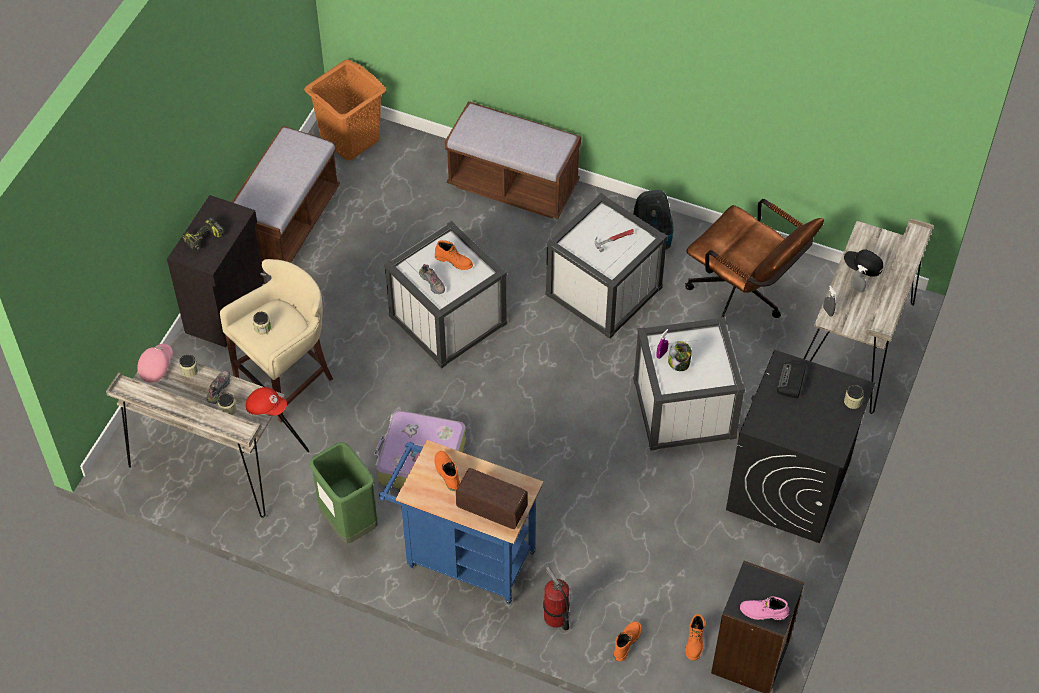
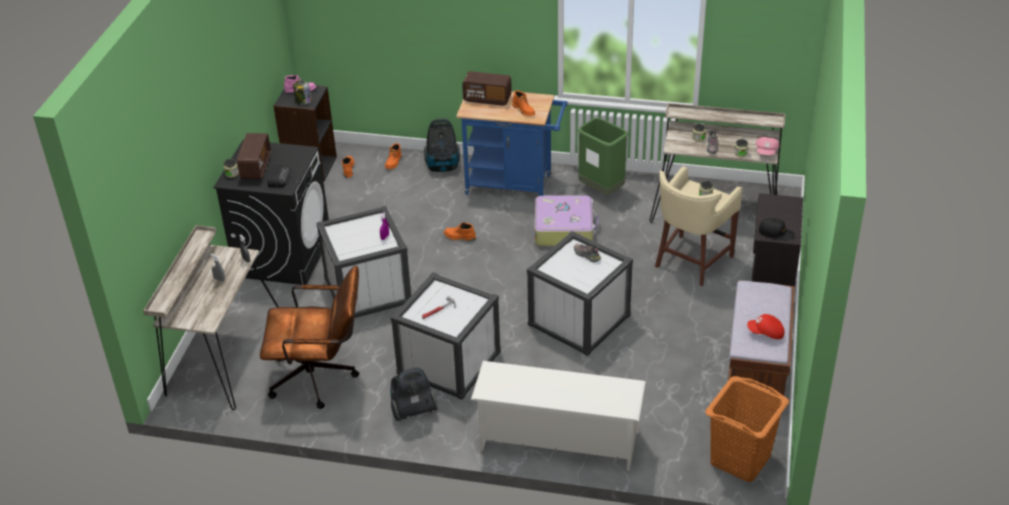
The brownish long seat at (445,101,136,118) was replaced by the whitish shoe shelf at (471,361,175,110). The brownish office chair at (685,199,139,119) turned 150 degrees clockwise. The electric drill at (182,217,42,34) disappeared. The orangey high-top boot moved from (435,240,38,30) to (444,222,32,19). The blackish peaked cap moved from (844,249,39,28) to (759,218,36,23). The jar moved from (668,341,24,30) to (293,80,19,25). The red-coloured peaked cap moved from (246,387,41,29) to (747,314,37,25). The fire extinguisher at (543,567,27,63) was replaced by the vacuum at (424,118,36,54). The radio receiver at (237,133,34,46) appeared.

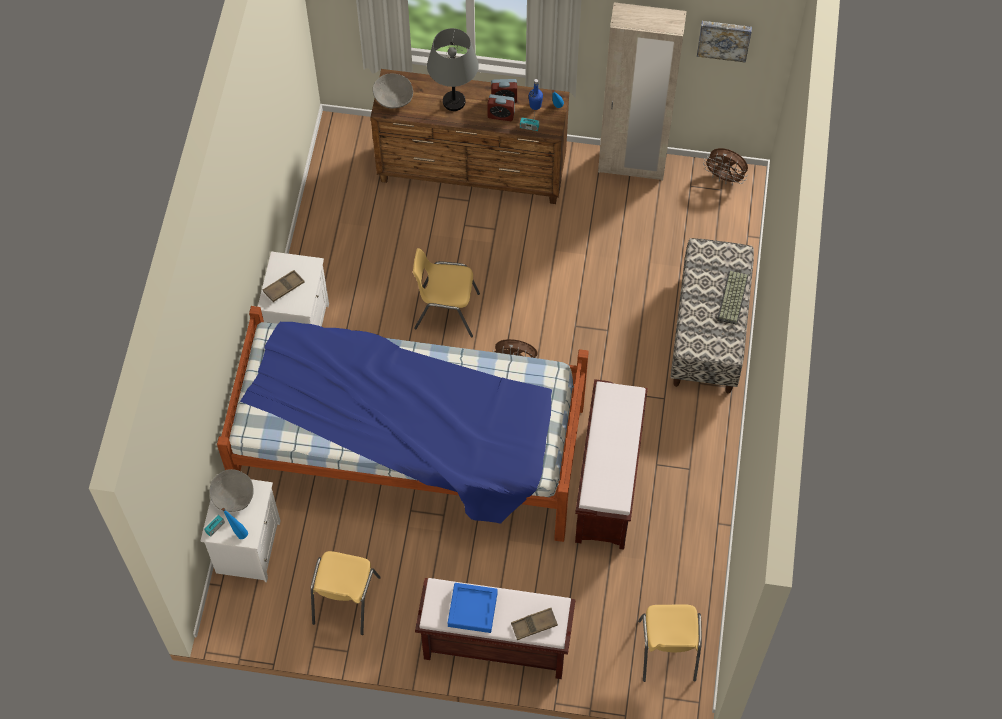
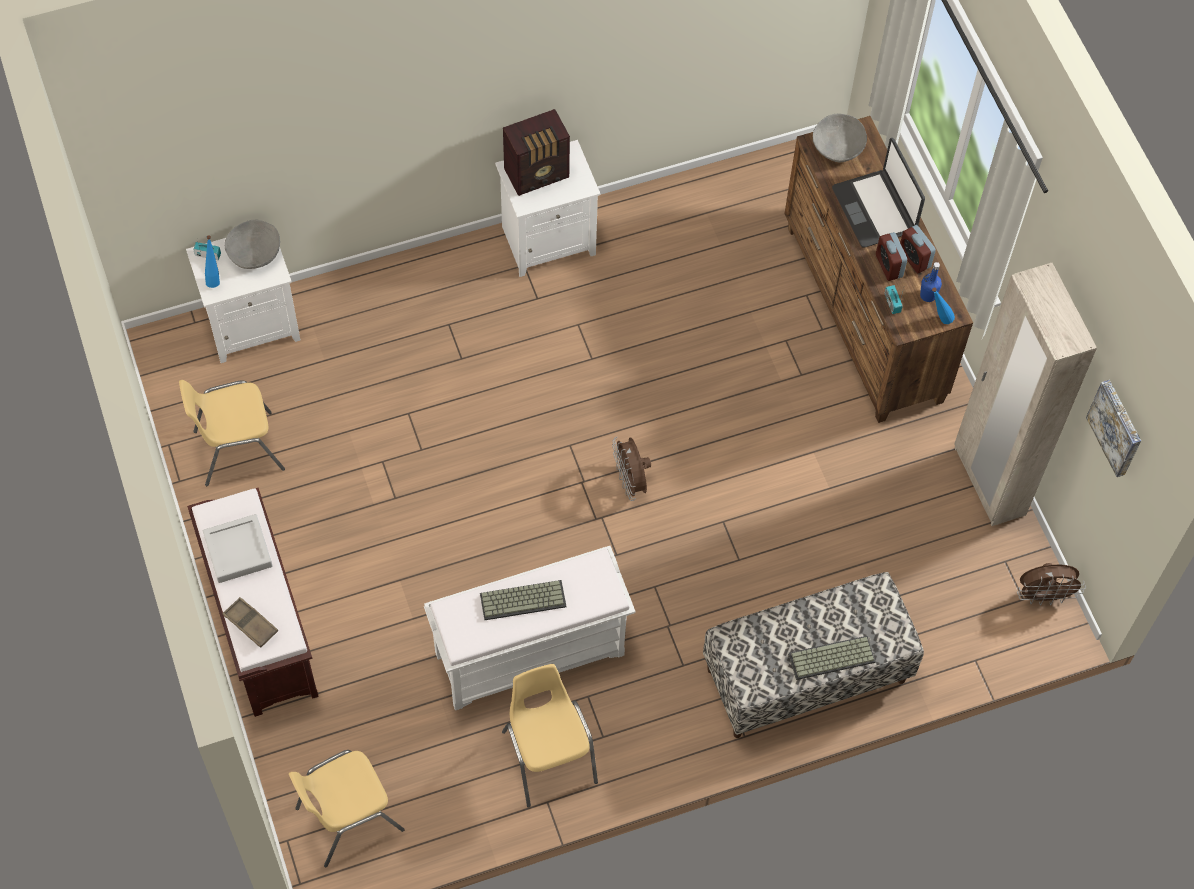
The grey table lamp at (427,28,52,83) was replaced by the notebook computer at (832,138,93,110). The brownish cooling fan at (703,148,45,38) turned 90 degrees counterclockwise. The yellow upright chair moved from (413,248,67,89) to (502,664,96,144). The brownish serving tray at (263,270,42,32) was replaced by the radio receiver at (503,109,67,87). The bedroom bed at (217,306,372,236) disappeared. The brownish long seat at (575,379,73,171) became the whitish long seat at (424,546,212,164). The bluish serving tray at (448,583,50,50) became the grey serving tray at (203,514,70,69). The PC keyboard at (480,580,87,40) appeared.

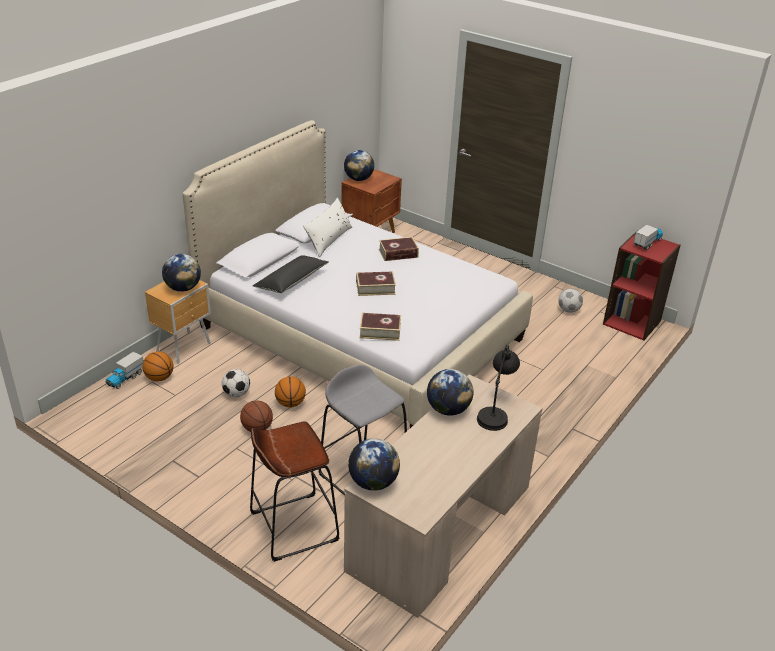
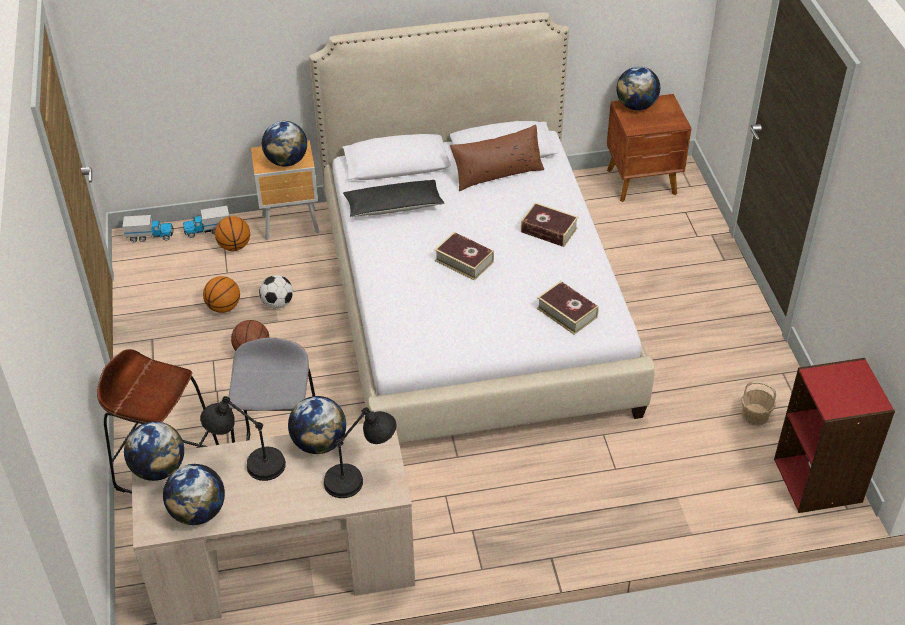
The whitish throw pillow at (303,197,50,60) became the brownish throw pillow at (450,125,94,66). The toy lorry moved from (634,225,29,25) to (123,215,51,27). The ball for football at (558,289,25,24) was replaced by the basket at (742,381,34,45). The book moved from (359,313,42,28) to (537,281,62,54). The ball for basketball moved from (275,376,31,31) to (203,276,37,37). The blackish table lamp at (200,396,86,85) appeared. The world globe at (163,464,62,61) appeared.

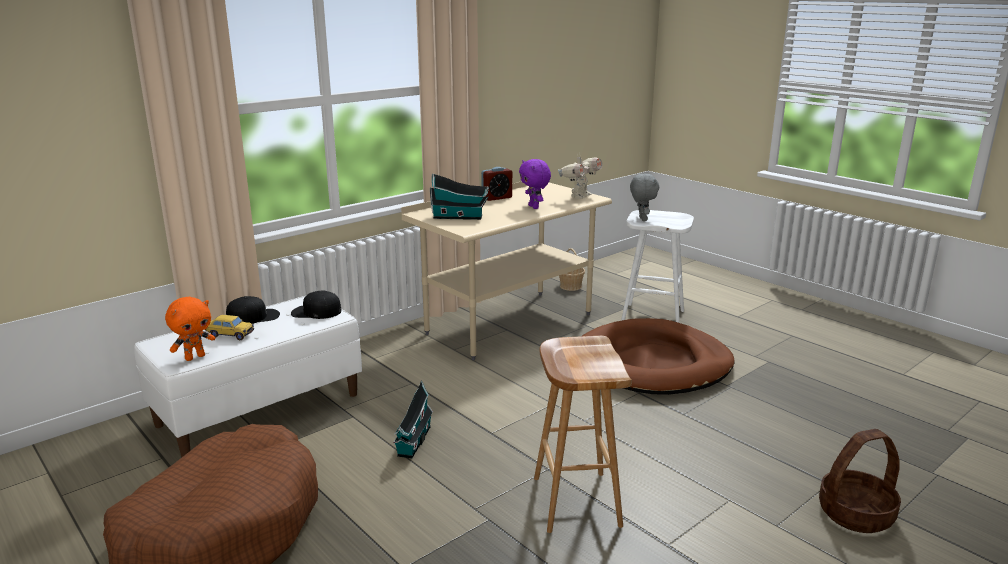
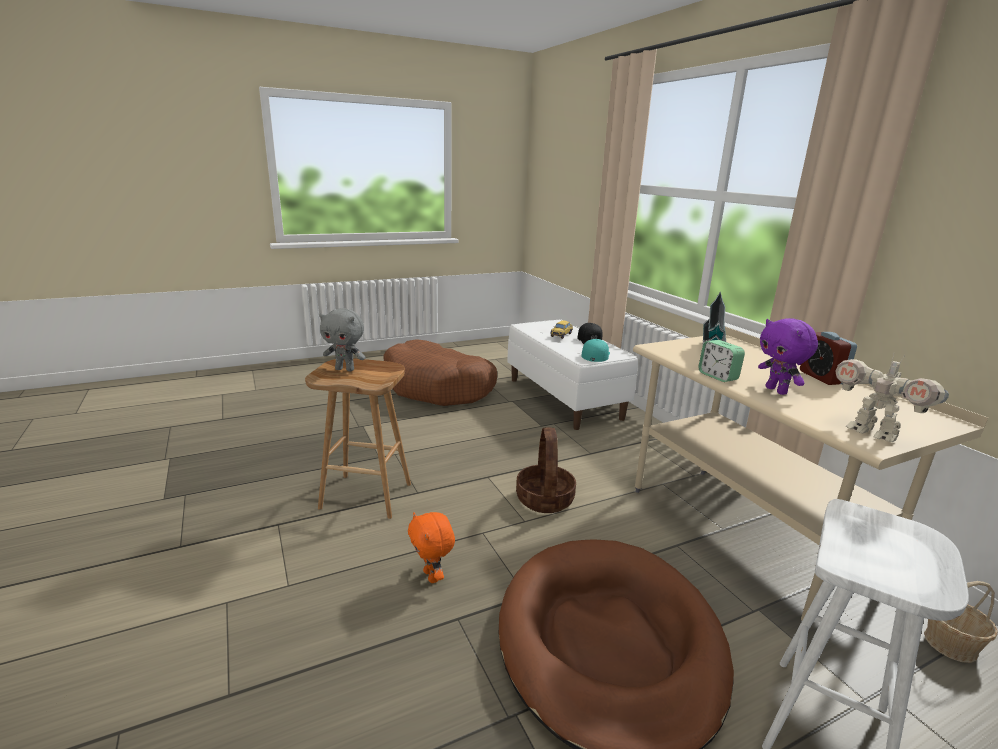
The purple-coloured cuddly toy at (519,159,32,50) turned 105 degrees counterclockwise. The grey cuddly toy moved from (630,173,29,48) to (319,308,47,63). The blackish peaked cap at (291,291,50,28) became the blue-green peaked cap at (581,339,29,23). The orangey cuddly toy moved from (165,297,50,64) to (408,512,47,71). The toy house at (393,380,40,78) disappeared. The basket moved from (819,429,82,104) to (516,427,60,86). The bedside clock at (698,340,47,42) appeared.

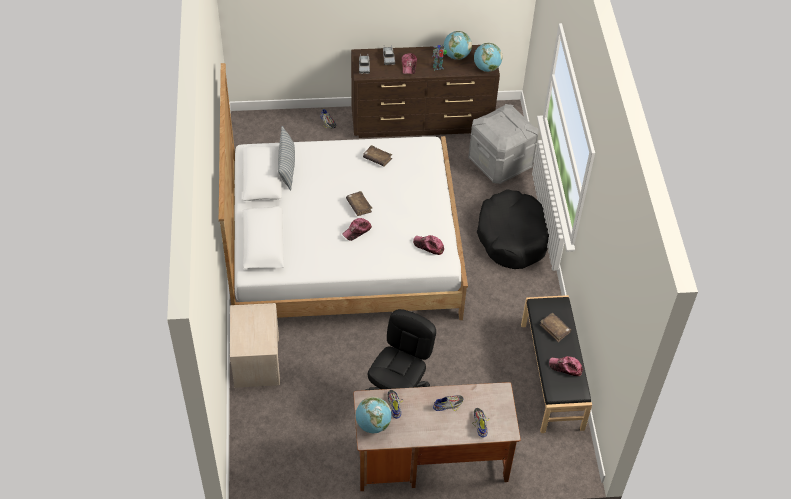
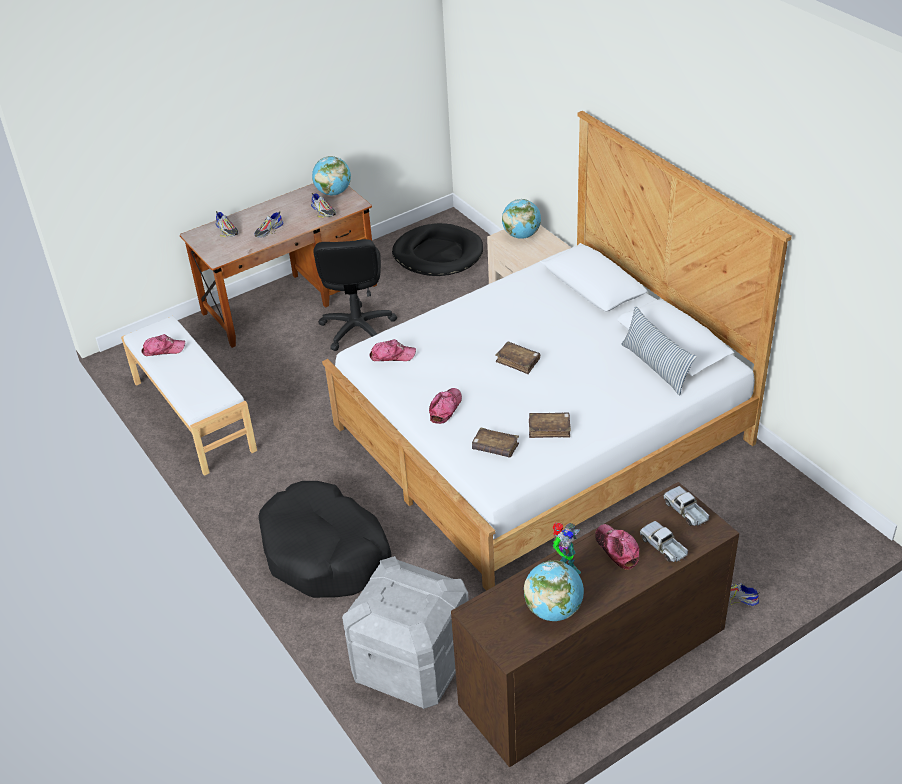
The world globe moved from (474,43,29,29) to (502,199,39,40). The peaked cap moved from (342,218,30,23) to (429,388,33,36). The blackish long seat at (521,295,71,138) became the whitish long seat at (121,316,136,160). The brownish book moved from (540,313,31,29) to (472,428,47,30). The blackish dog bed at (392,223,91,53) appeared.

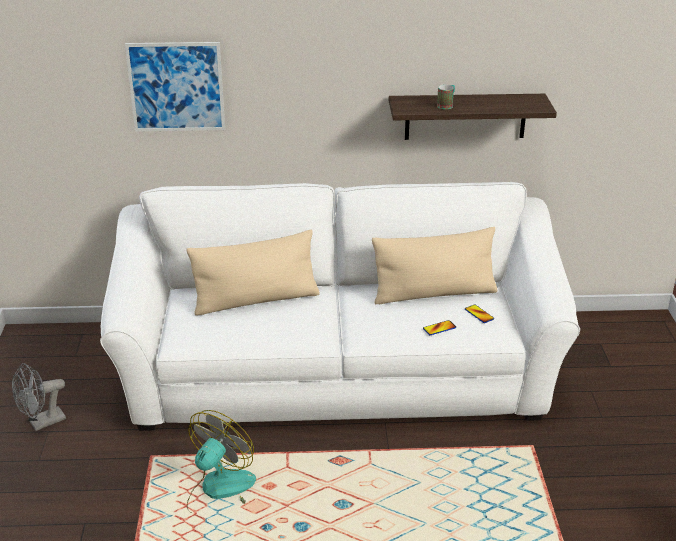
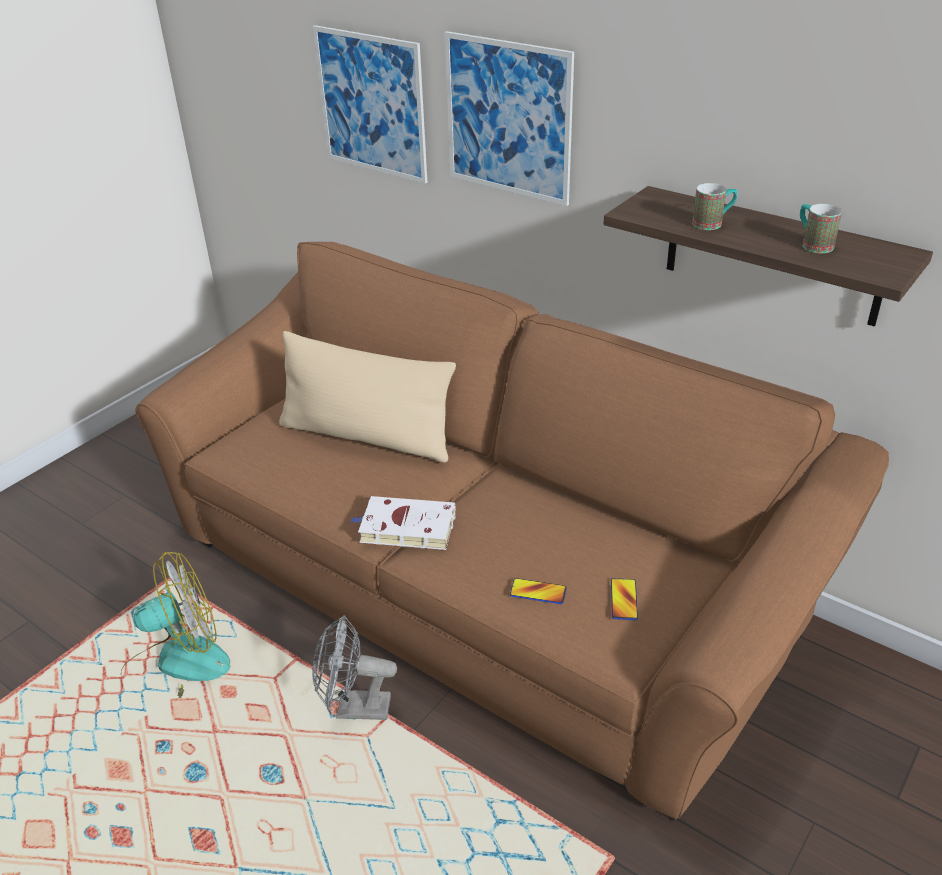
The whitish settee at (100,182,480,249) became the brownish settee at (135,242,754,579). The beige throw pillow at (372,227,125,77) disappeared. The grey cooling fan moved from (12,363,54,68) to (312,615,85,105). The picture at (445,31,129,175) appeared. The tea mug at (800,204,42,49) appeared. The whitish book at (350,496,106,54) appeared.

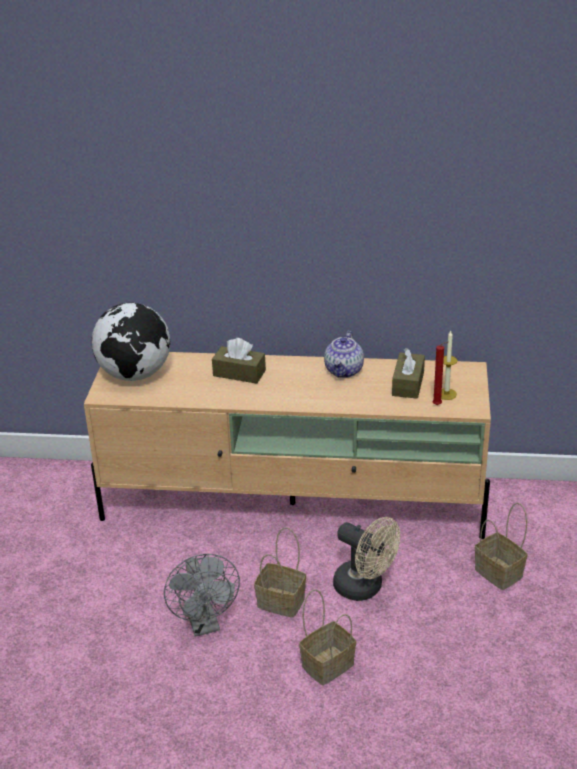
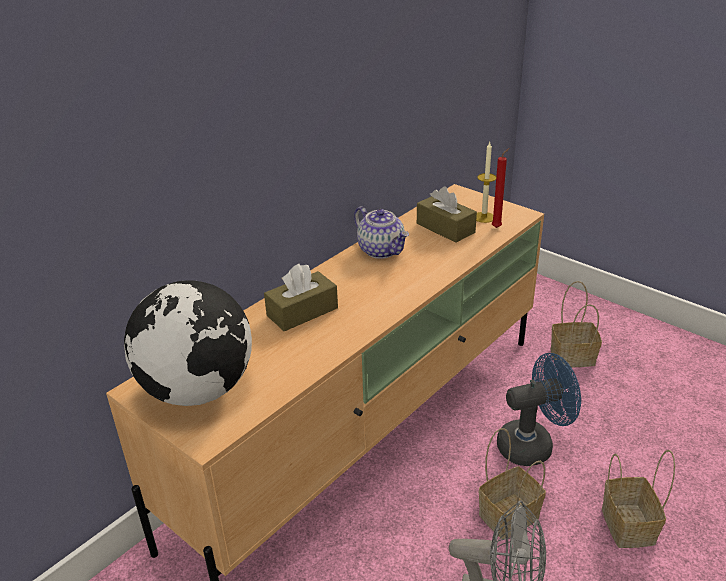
The beige cooling fan at (333,517,67,84) became the bluish cooling fan at (497,353,84,113).

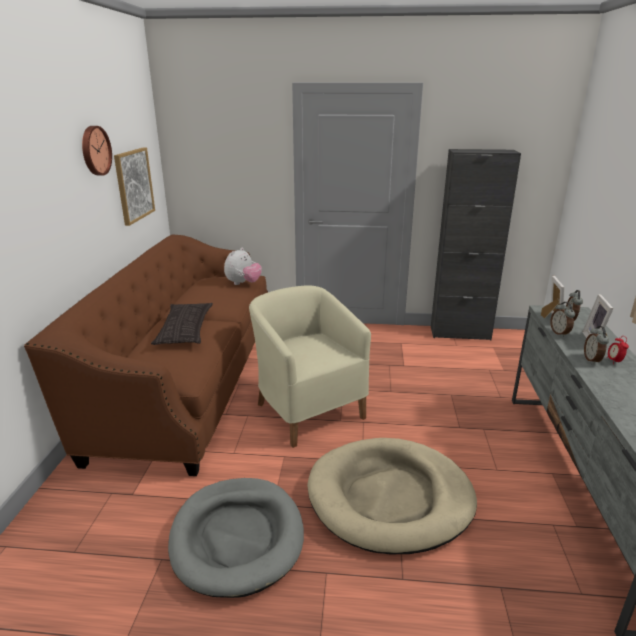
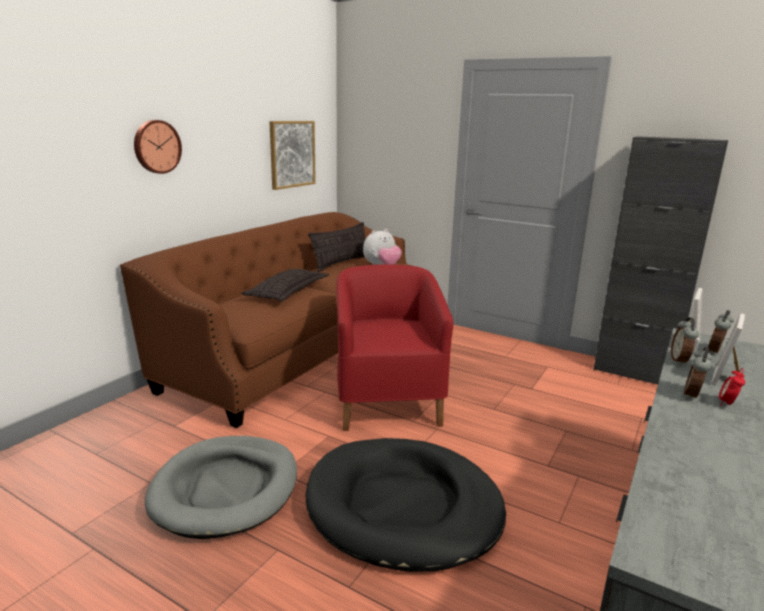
The clock on the wall moved from (82,126,30,50) to (134,120,48,54). The beige armchair at (249,285,122,163) became the red-coloured armchair at (336,264,118,167). The beige dog bed at (307,438,170,116) became the blackish dog bed at (306,438,200,134). The throw pillow at (308,222,58,50) appeared.

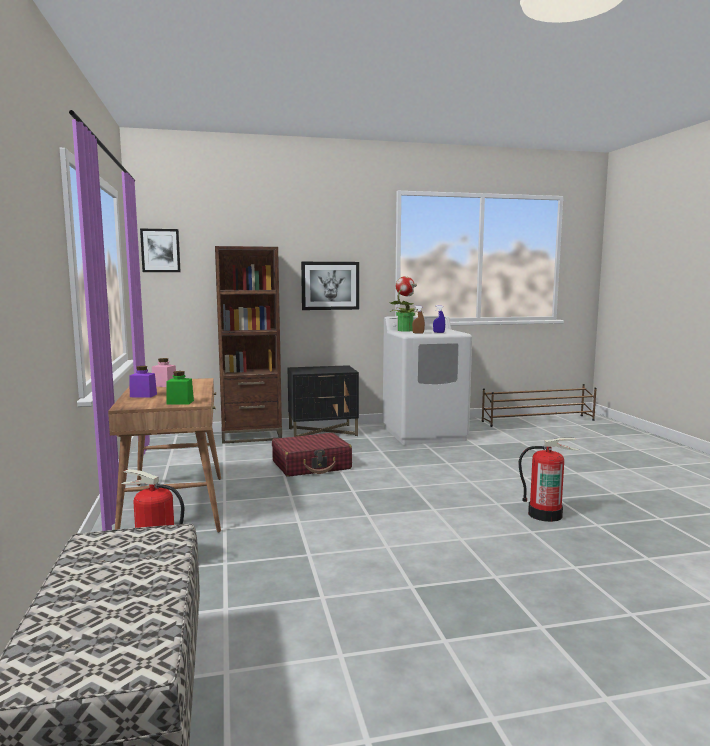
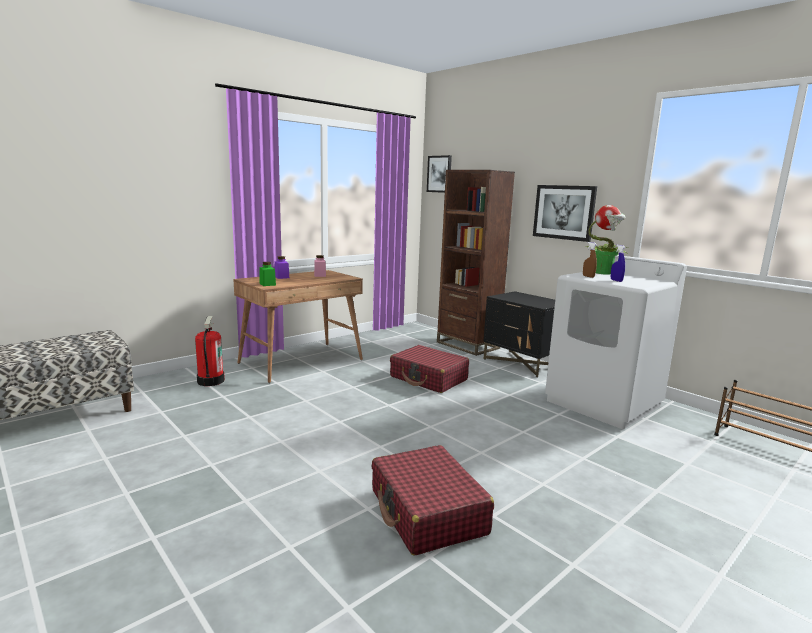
The fire extinguisher at (519,437,60,85) was replaced by the red-coloured piece of luggage at (372,445,122,111).

